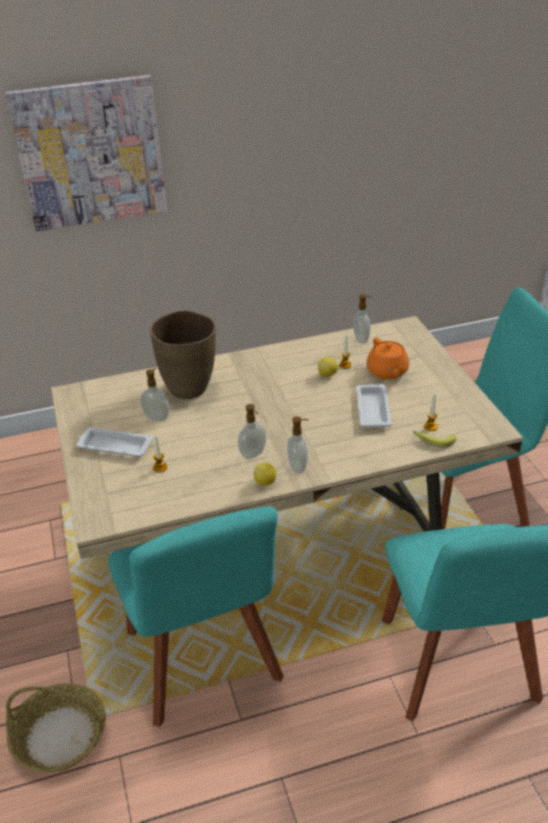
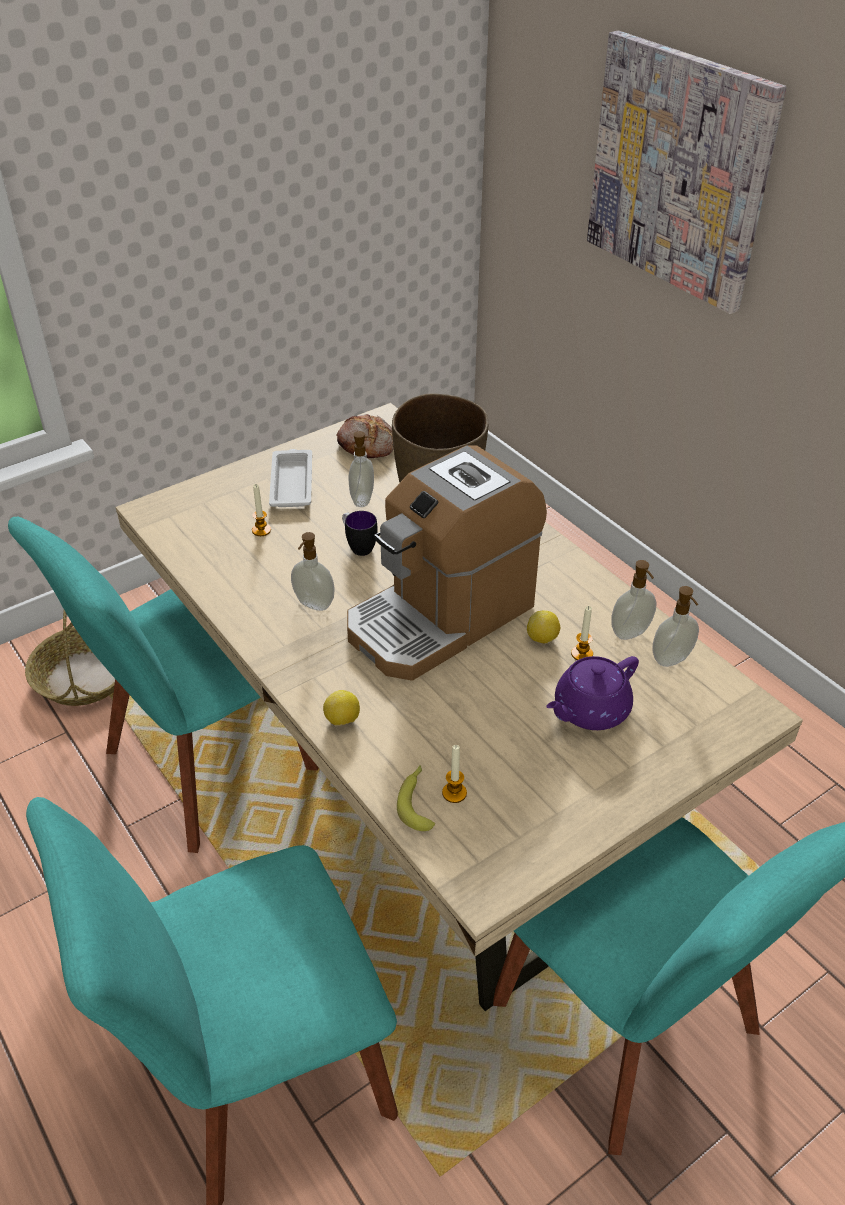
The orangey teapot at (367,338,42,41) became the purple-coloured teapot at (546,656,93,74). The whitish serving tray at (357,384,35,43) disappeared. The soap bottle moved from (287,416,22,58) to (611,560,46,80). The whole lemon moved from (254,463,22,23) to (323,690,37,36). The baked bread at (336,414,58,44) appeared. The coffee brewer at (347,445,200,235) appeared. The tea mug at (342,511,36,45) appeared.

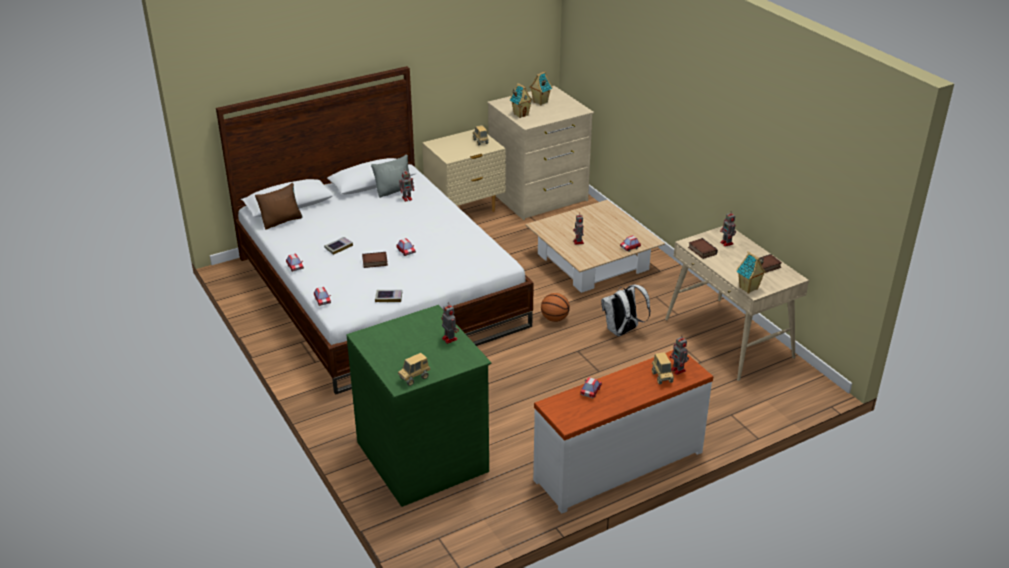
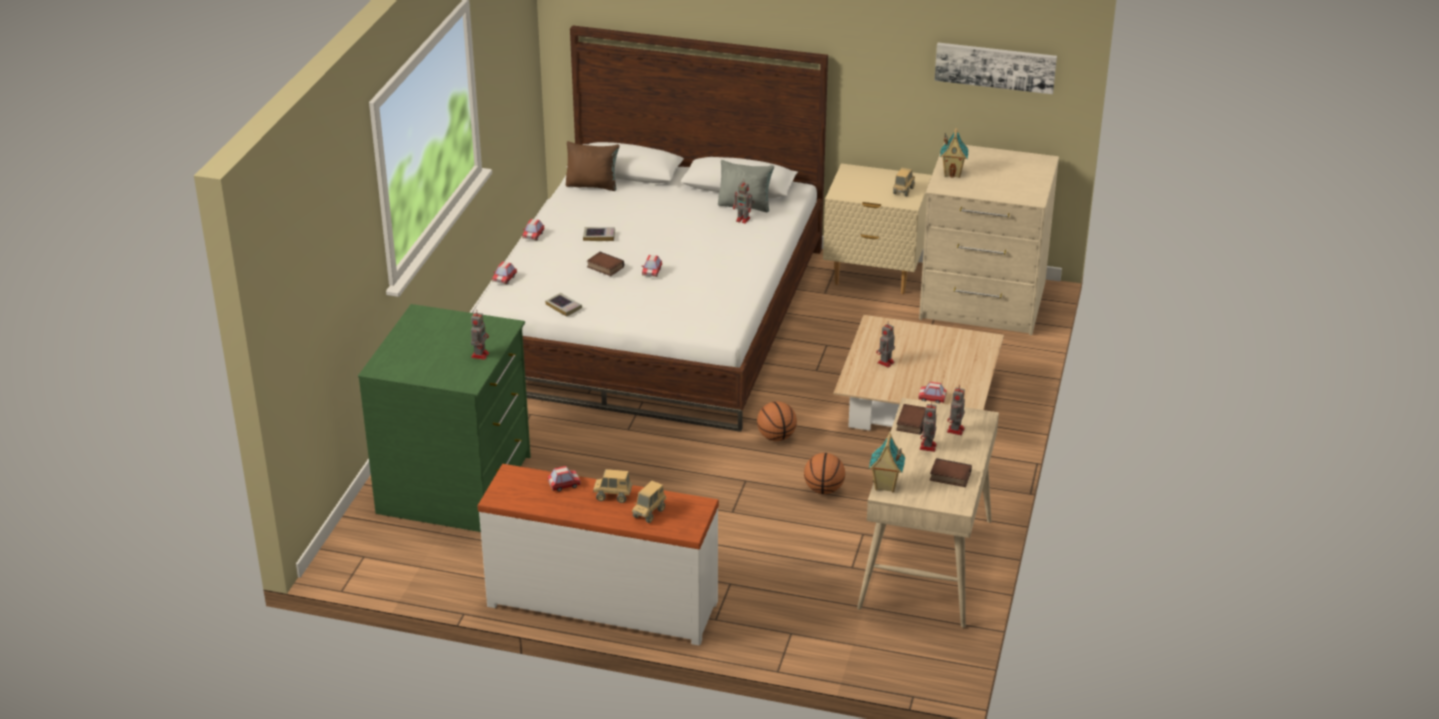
The toy house at (530,71,23,34) disappeared. The whitish backpack at (601,284,49,52) was replaced by the ball for basketball at (804,453,41,41). The toy robot moved from (670,335,19,40) to (920,401,17,51). The toy lorry moved from (398,353,33,33) to (593,469,39,34). The picture at (934,43,123,51) appeared.

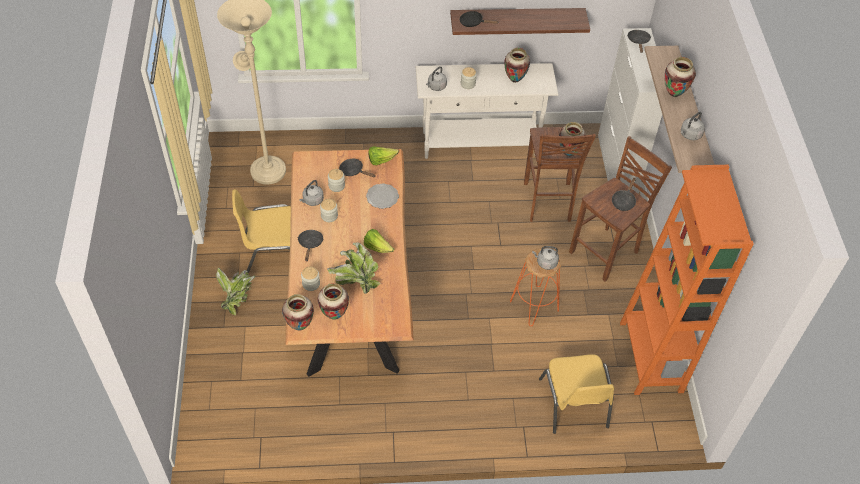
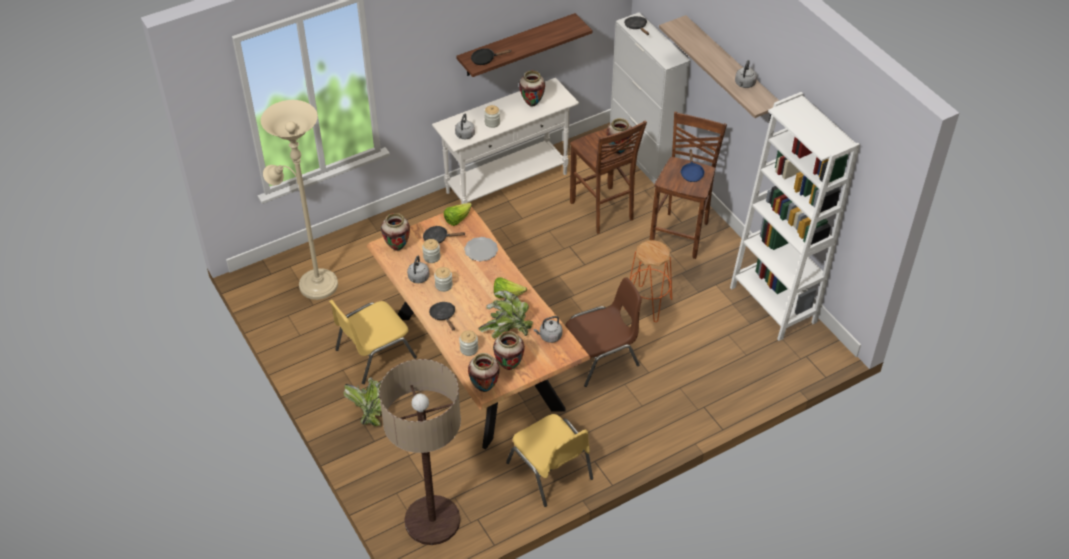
The decorative vase moved from (665,57,31,40) to (381,213,29,38). The orangey bookshelf at (620,165,134,230) became the whitish bookshelf at (730,92,130,249). The blackish pan at (612,177,24,34) became the bluish pan at (681,150,24,32). The grey water kettle moved from (532,246,27,24) to (533,316,29,27). The yellow upright chair moved from (539,354,75,80) to (506,414,87,93). The brownish upright chair at (565,277,77,110) appeared. The standard lamp at (379,359,82,186) appeared.

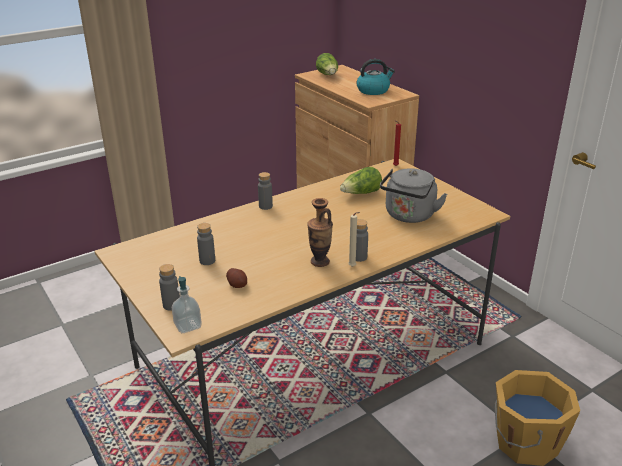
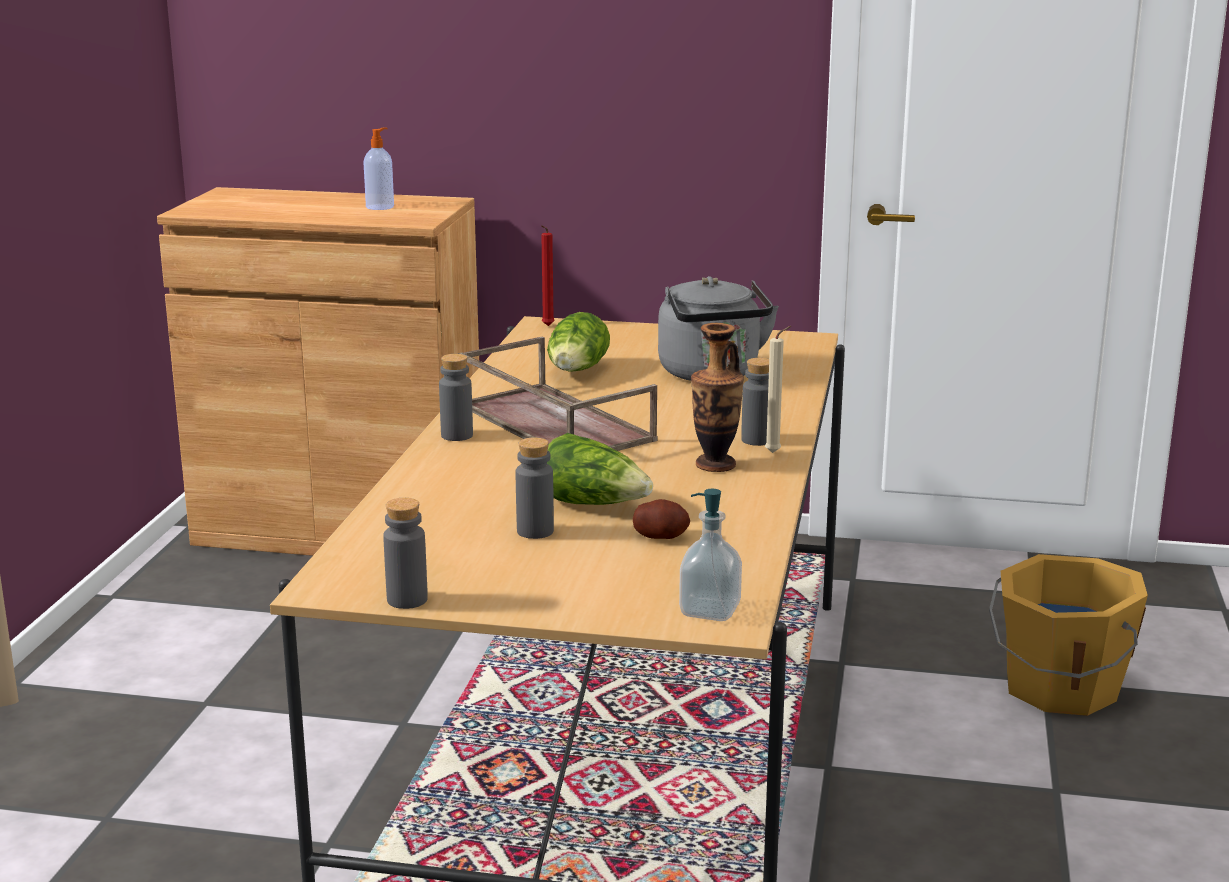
The lettuce head moved from (316,53,22,22) to (547,433,106,72). The water kettle at (357,59,38,36) was replaced by the soap bottle at (363,128,31,82). The grey beverage bottle moved from (159,264,21,46) to (383,498,45,111). The brownish serving tray at (458,337,199,114) appeared.

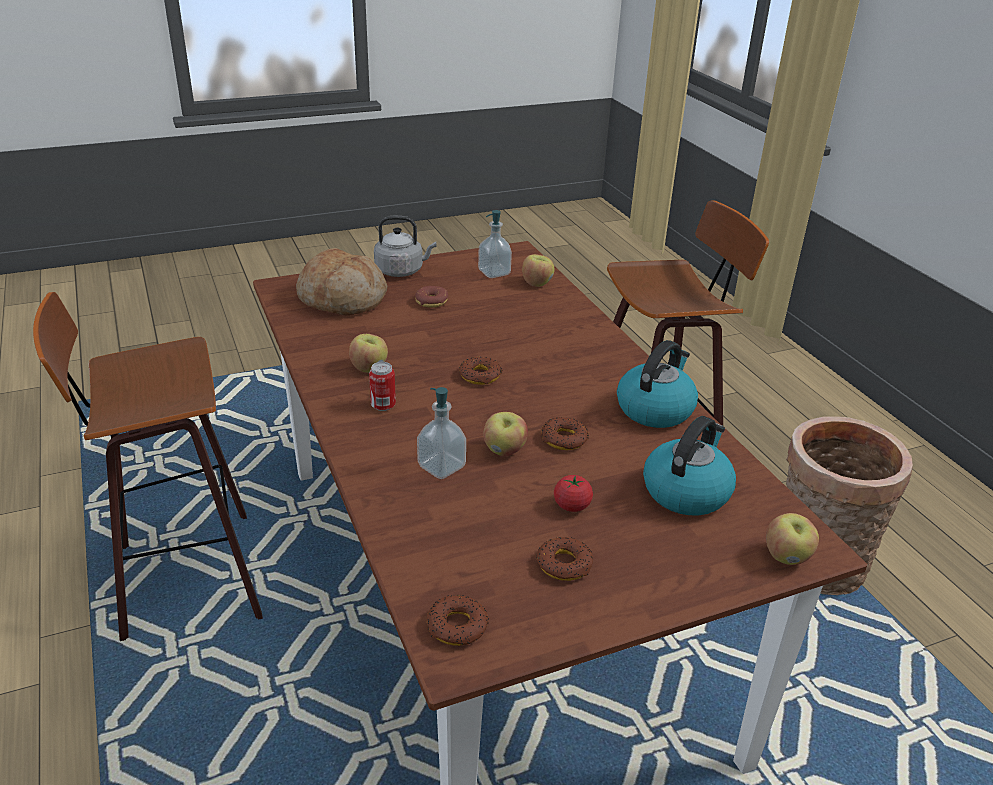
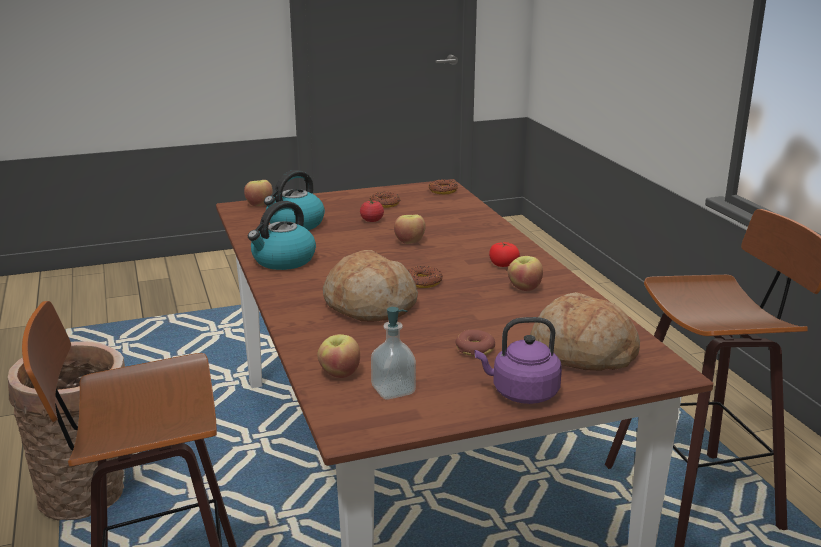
The grey water kettle at (374,216,63,61) became the purple-coloured water kettle at (474,317,88,87). The metal can at (369,362,27,49) was replaced by the fresh tomato at (489,242,31,25). The soap bottle at (417,387,49,92) disappeared. The doughnut at (541,417,48,33) disappeared. The baked bread at (323,250,95,72) appeared.

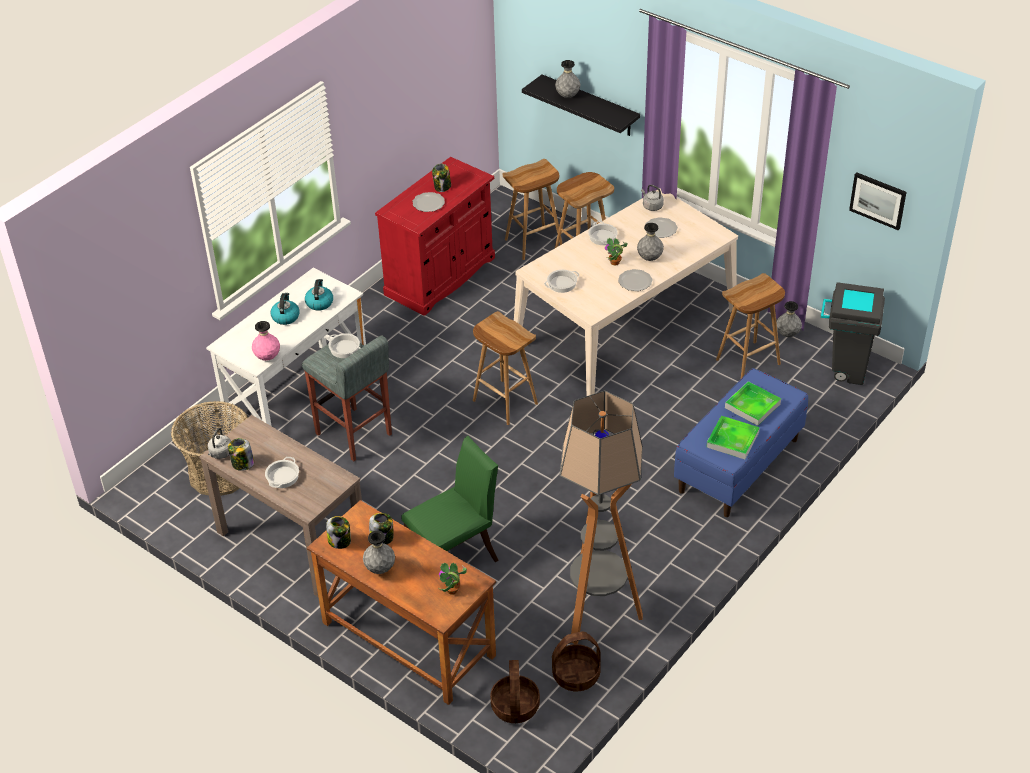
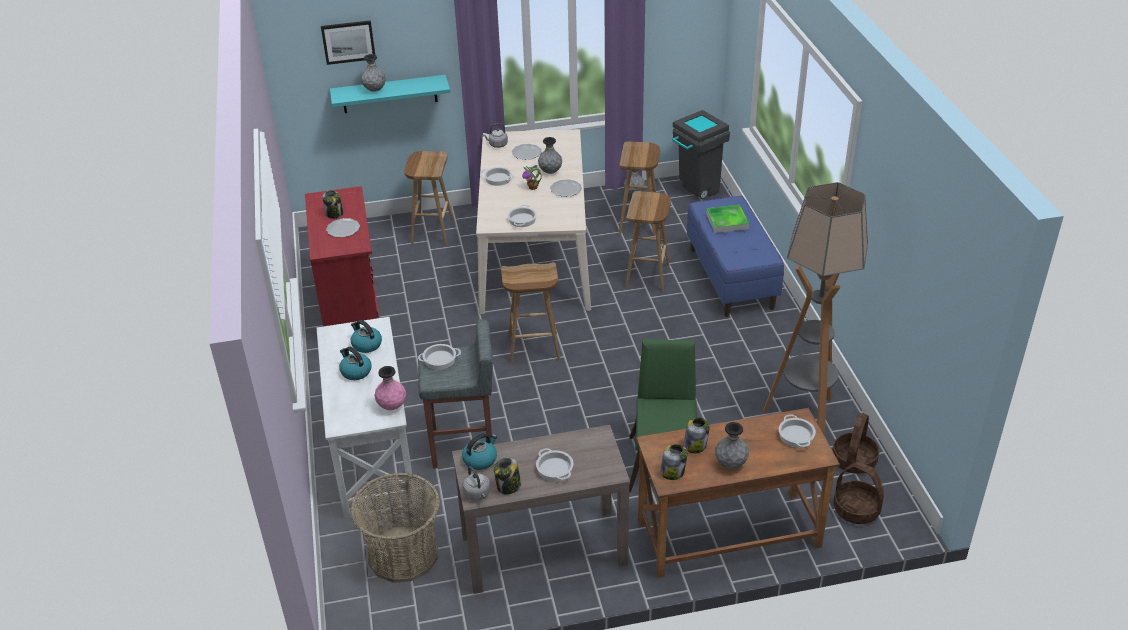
The blackish bracket shelf at (522,75,118,61) became the blue-green bracket shelf at (330,75,120,38). The brownish sitting stool moved from (503,159,60,101) to (625,191,46,101). The picture moved from (849,172,57,58) to (321,20,54,45). The serving tray at (707,416,53,43) disappeared. The houseplant at (439,563,28,32) was replaced by the stockpot at (779,414,37,34). The water kettle at (462,433,35,37) appeared.

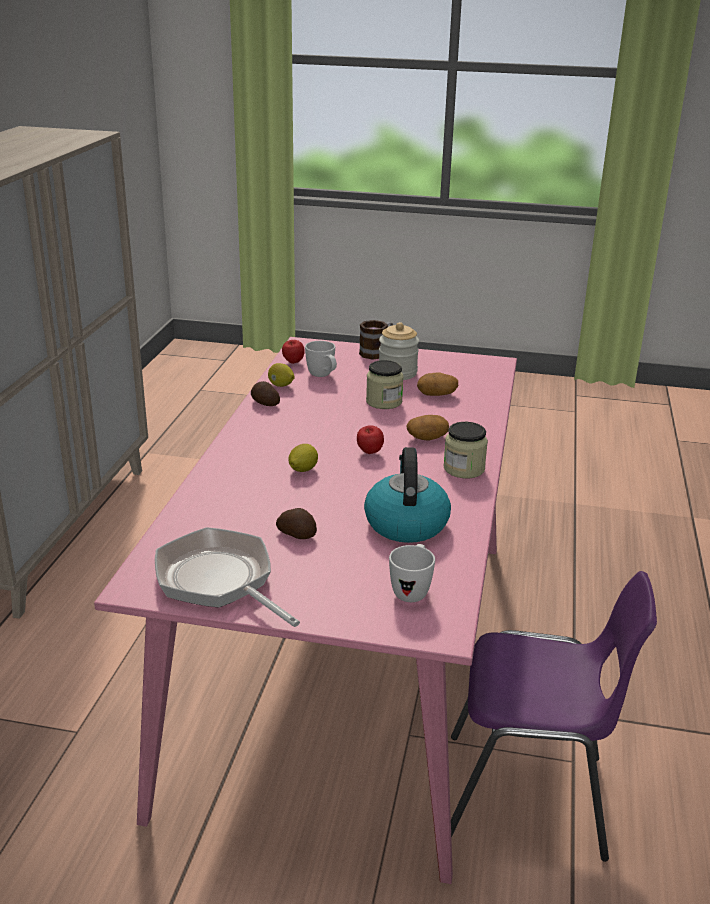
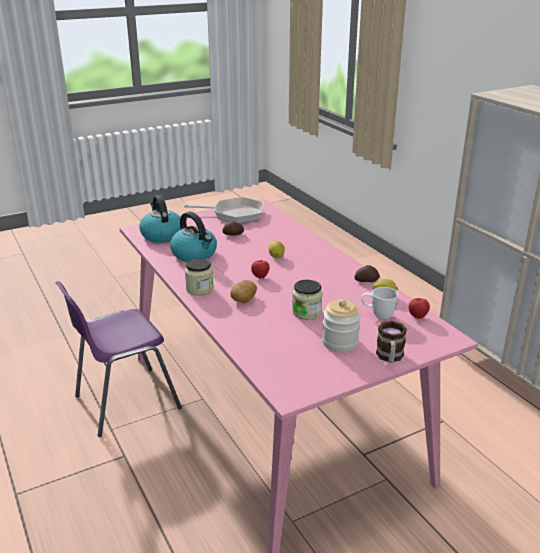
The potato at (417,372,41,24) disappeared. The whitish tea mug at (389,544,46,58) was replaced by the water kettle at (139,195,42,48).

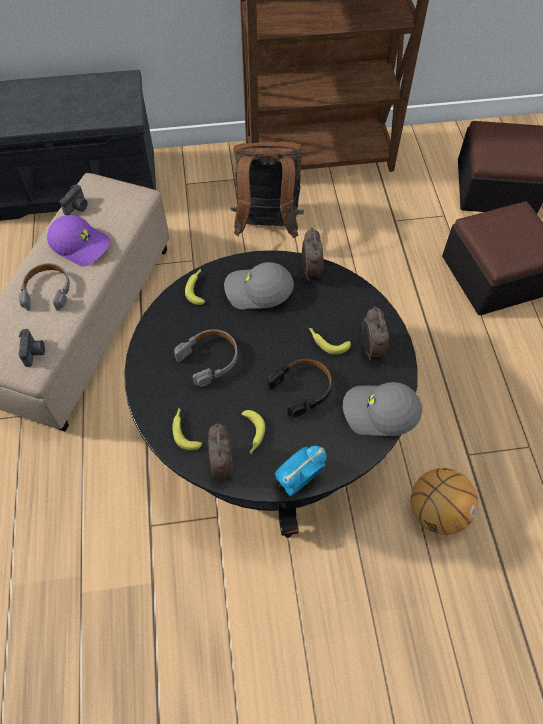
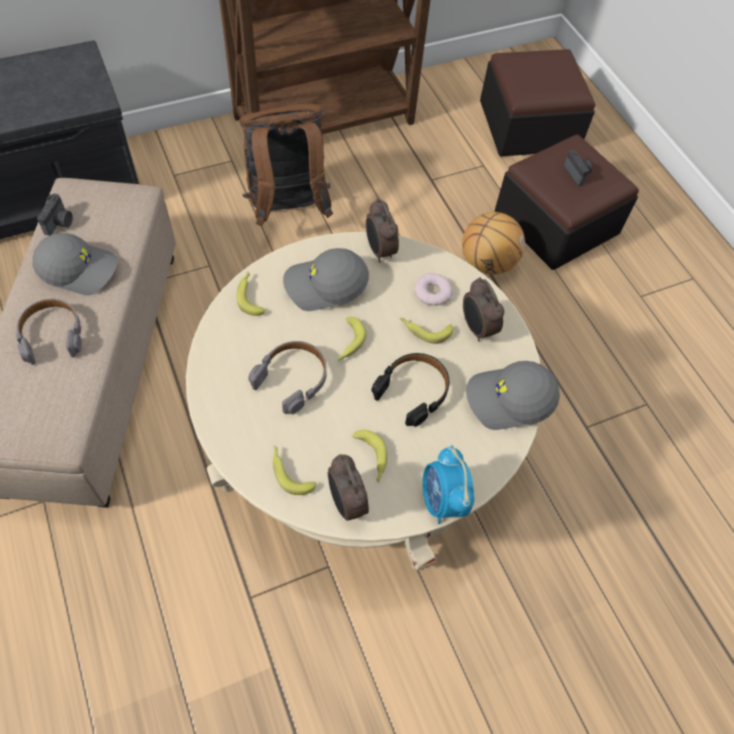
The purple-coloured peaked cap at (47,215,63,51) became the grey peaked cap at (32,233,85,63). The blackish coffee table at (124,250,294,288) became the beige coffee table at (186,232,354,338). The still camera moved from (19,329,26,38) to (564,150,28,36). The bedside clock at (275,446,51,50) turned 45 degrees counterclockwise. The ball for basketball moved from (411,468,67,67) to (462,212,63,63). The doughnut at (414,273,39,33) appeared. The banana fruit at (337,317,29,44) appeared.

